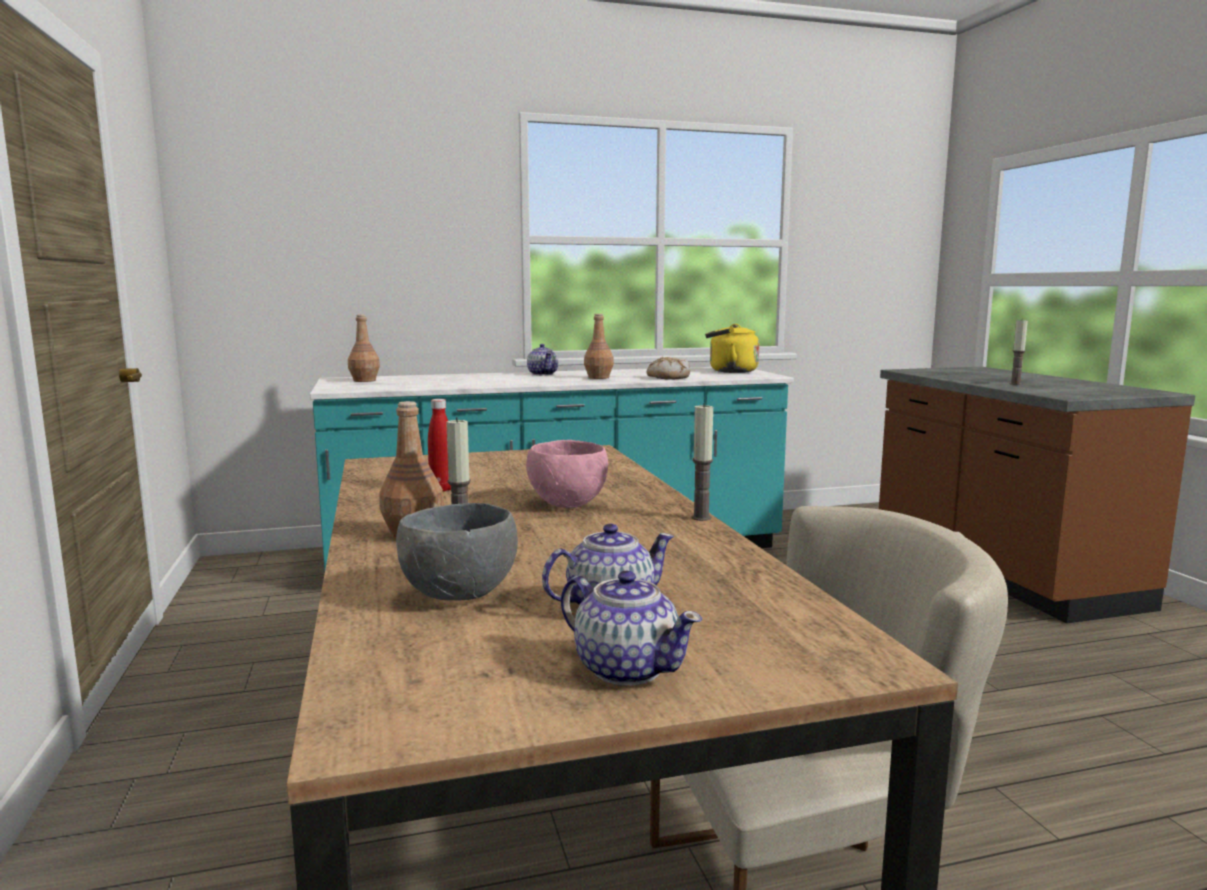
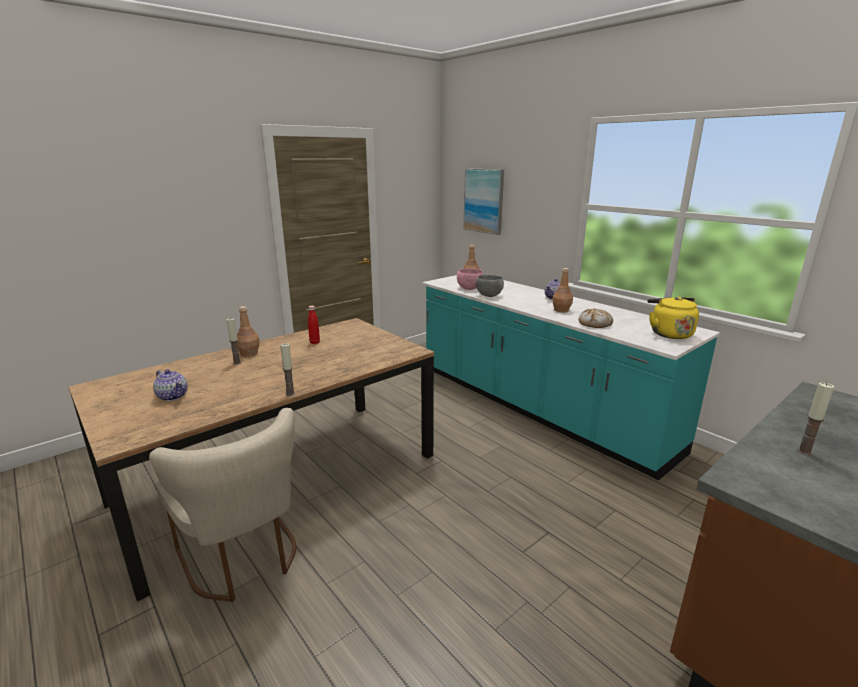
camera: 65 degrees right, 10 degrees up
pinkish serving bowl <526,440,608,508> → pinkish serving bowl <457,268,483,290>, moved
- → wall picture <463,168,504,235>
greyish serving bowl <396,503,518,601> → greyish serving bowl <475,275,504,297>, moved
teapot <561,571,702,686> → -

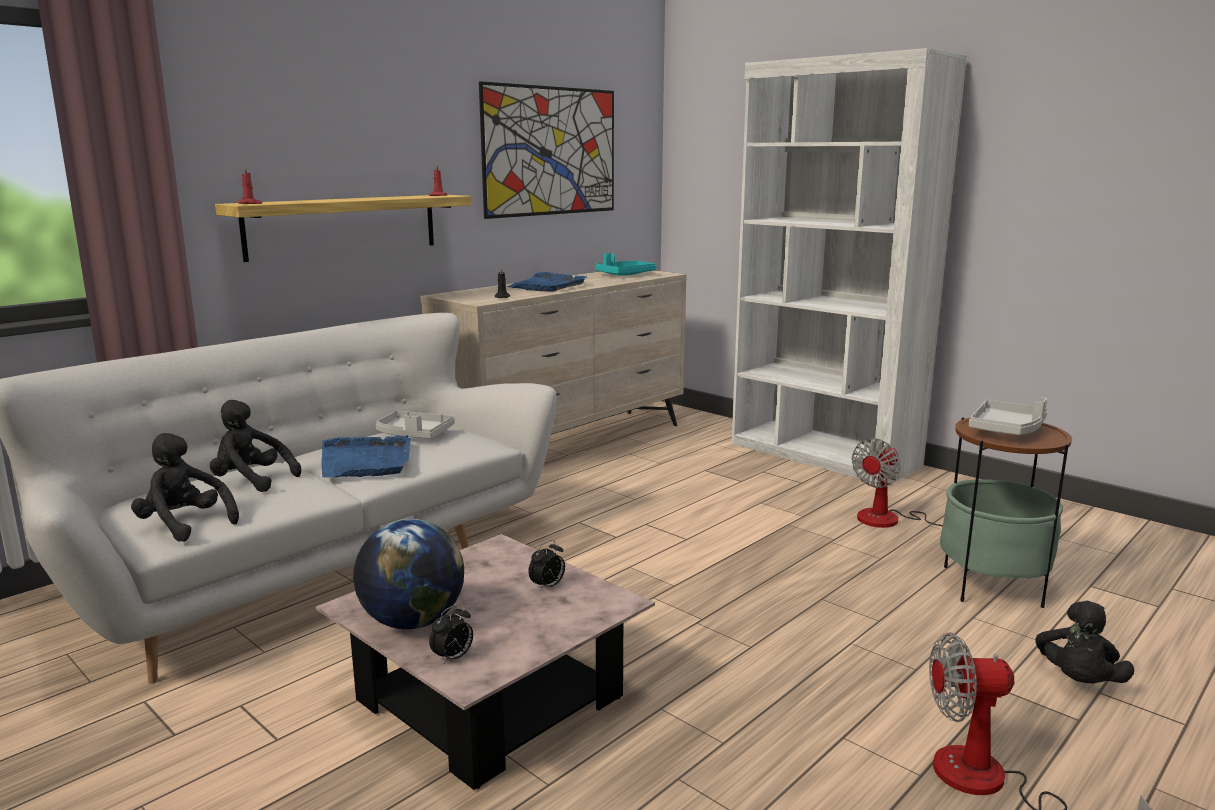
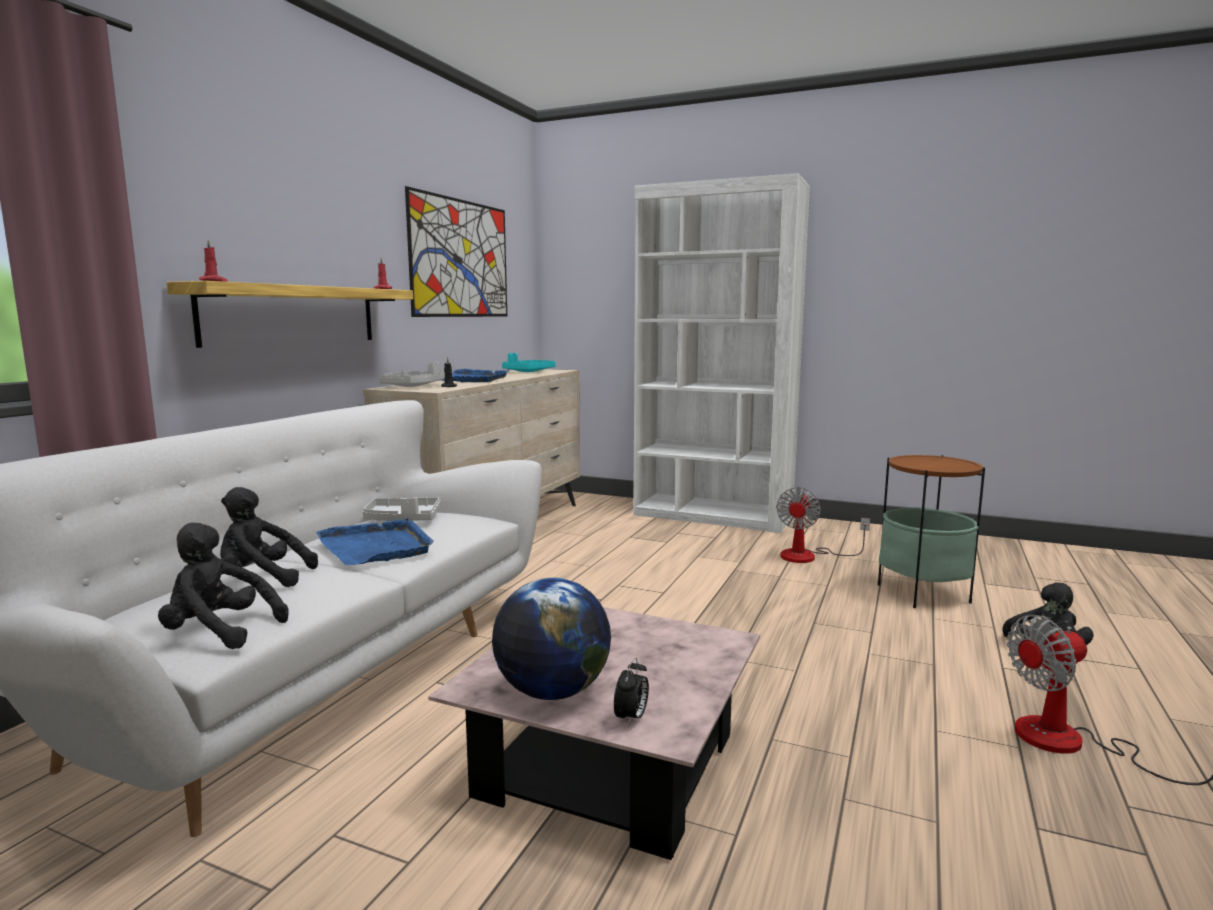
camera: 20 degrees left, 5 degrees down
greyish carrying tray <969,398,1047,435> → greyish carrying tray <379,363,444,387>, moved
table clock <528,540,565,591> → -

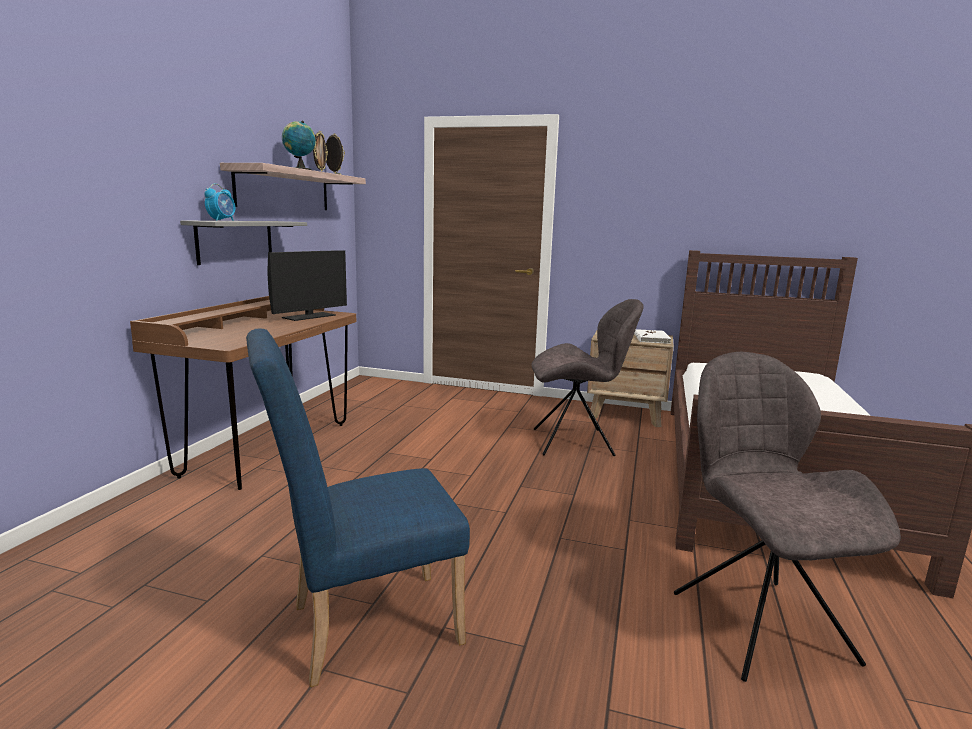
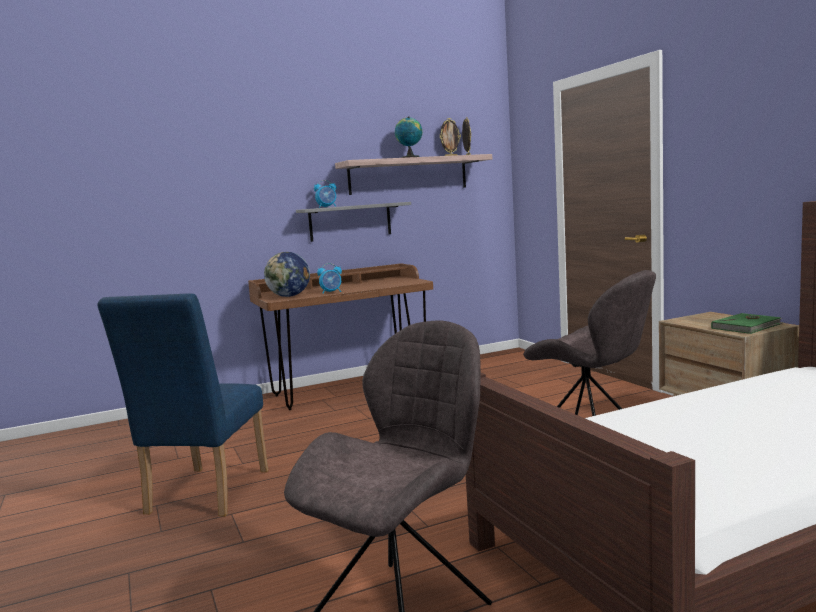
camera: 50 degrees right, 5 degrees down
blue upright chair <246,328,470,687> → blue upright chair <97,293,268,516>, 105 degrees counterclockwise
- → globe <264,252,310,297>
- → table clock <317,263,342,294>
white-coloured volume <634,329,671,344> → green volume <711,313,785,334>
computer display <267,250,347,321> → -

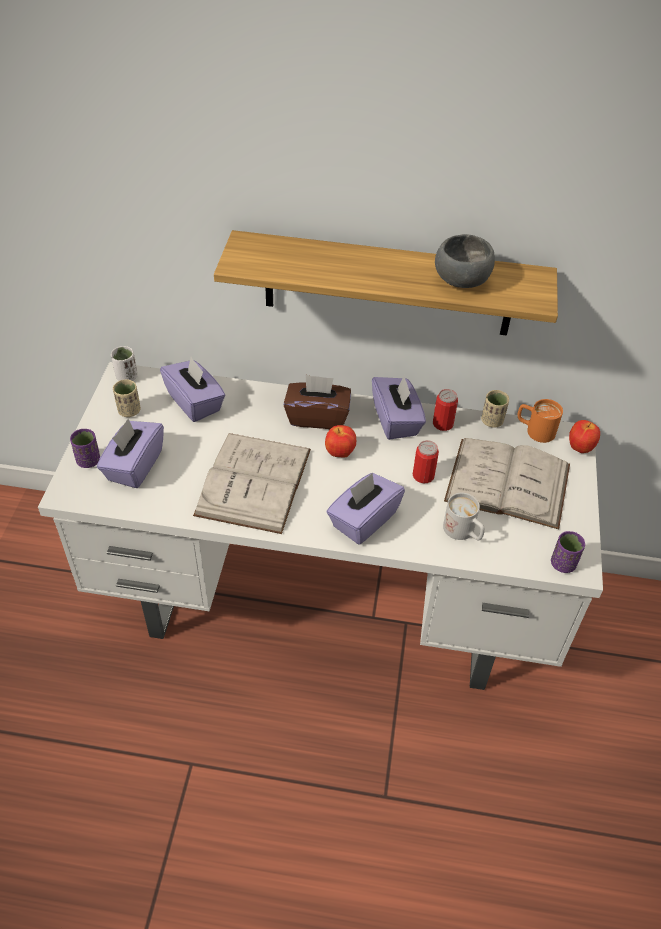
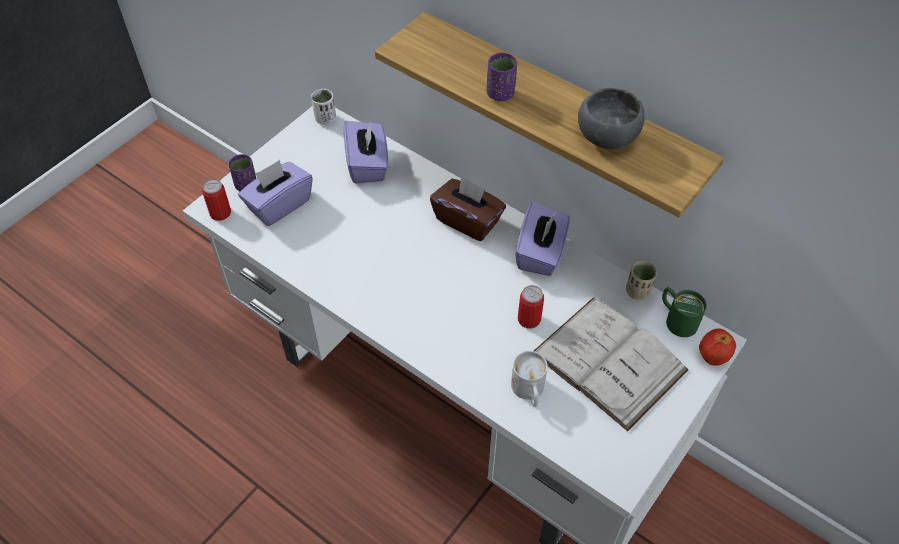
camera: 30 degrees right, 5 degrees up
can <433,389,458,431> → can <202,179,231,221>, moved
purplish small cup <551,531,585,573> → purplish small cup <486,53,517,101>, moved
orange-coloured tea mug <518,399,563,443> → green tea mug <662,287,707,337>
sand-coloured small cup <113,379,141,417> → -
white-coloured volume <193,433,311,534> → -
apple fruit <325,425,356,457> → -
purplish box of tissues <326,473,405,545> → -

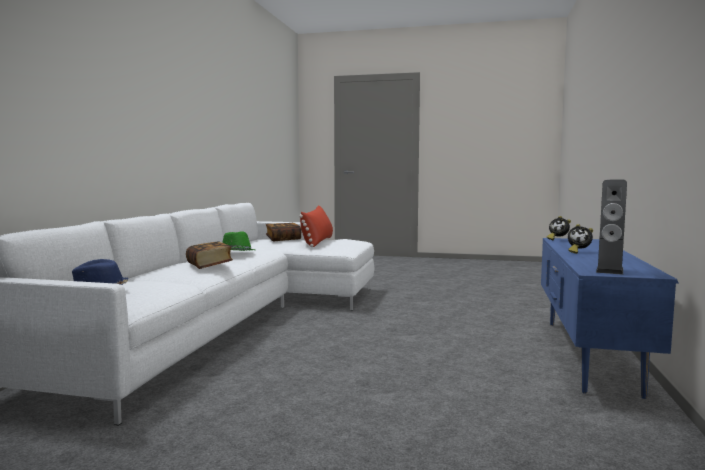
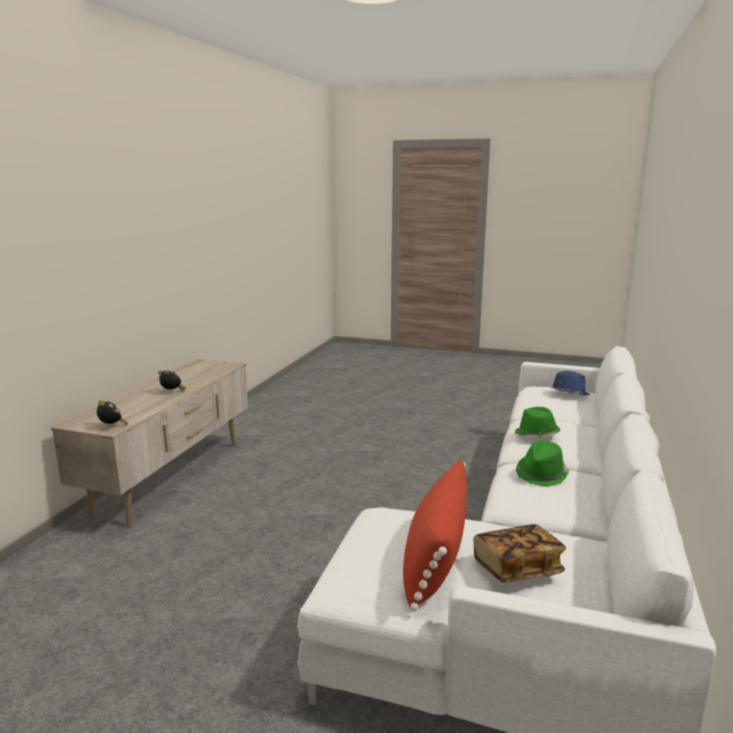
camera: 175 degrees left, 10 degrees up
blue media console <541,238,679,399> → sand-coloured media console <51,359,248,527>
volume <186,241,233,269> → green clothing hat <515,407,560,437>
loudspeaker <596,179,627,275> → -

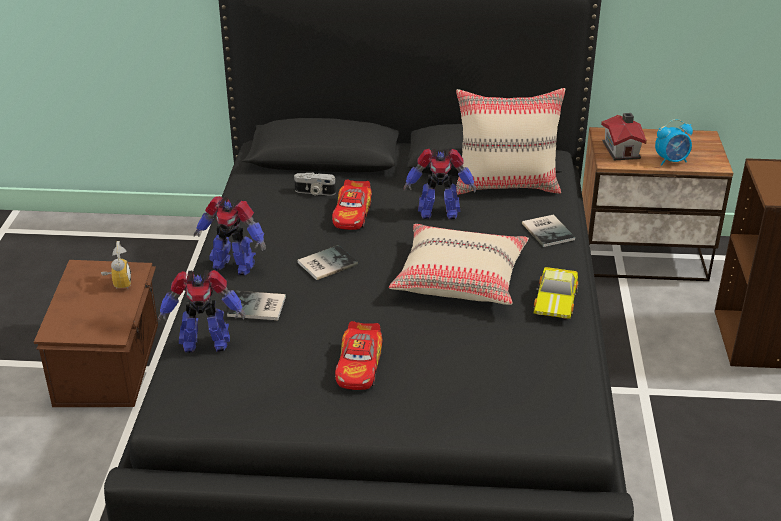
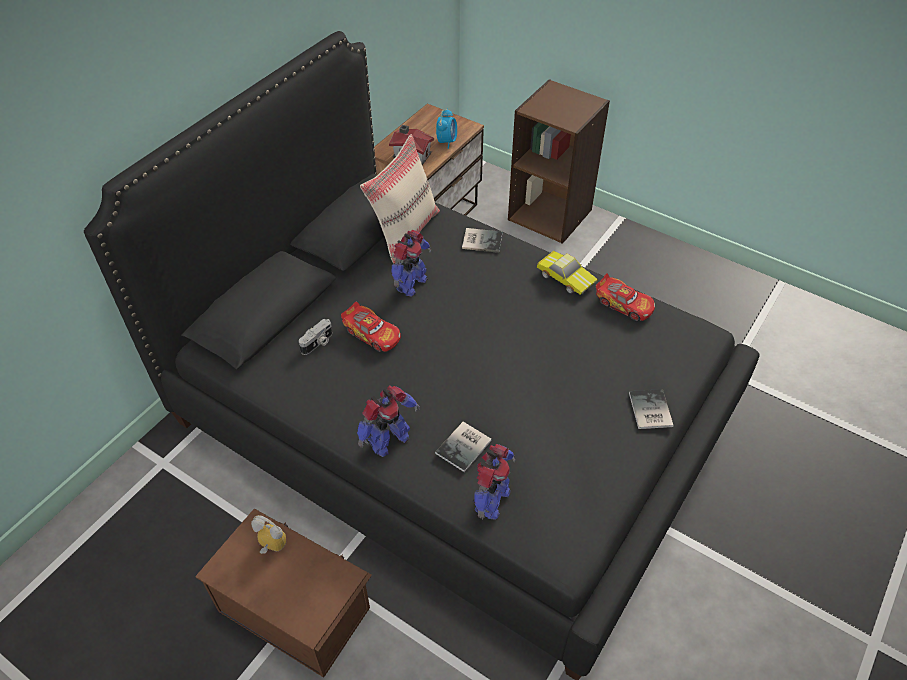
camera: 60 degrees left, 15 degrees up
model car <335,321,383,390> → model car <596,273,655,321>, moved
volume <298,245,358,280> → volume <629,389,674,429>, moved
sand-coloured pillow <389,224,529,305> → -

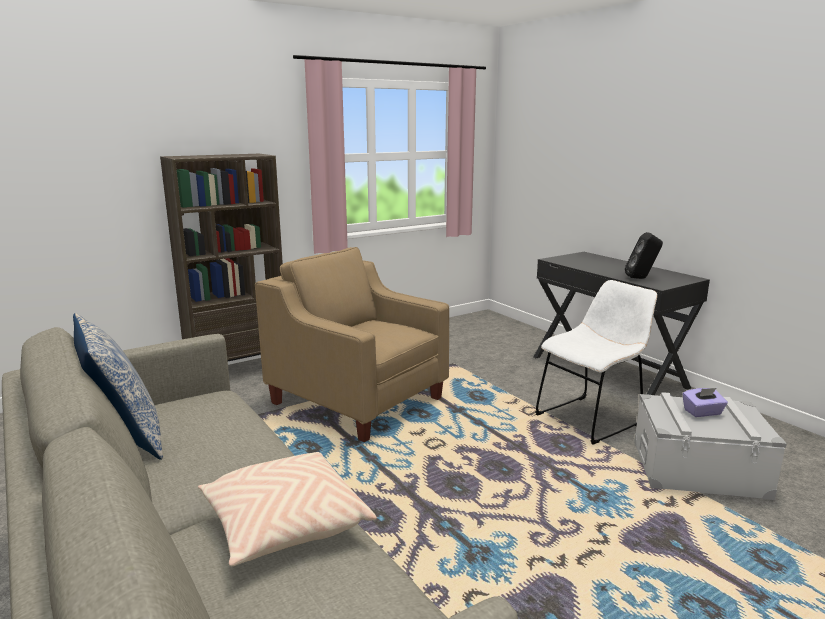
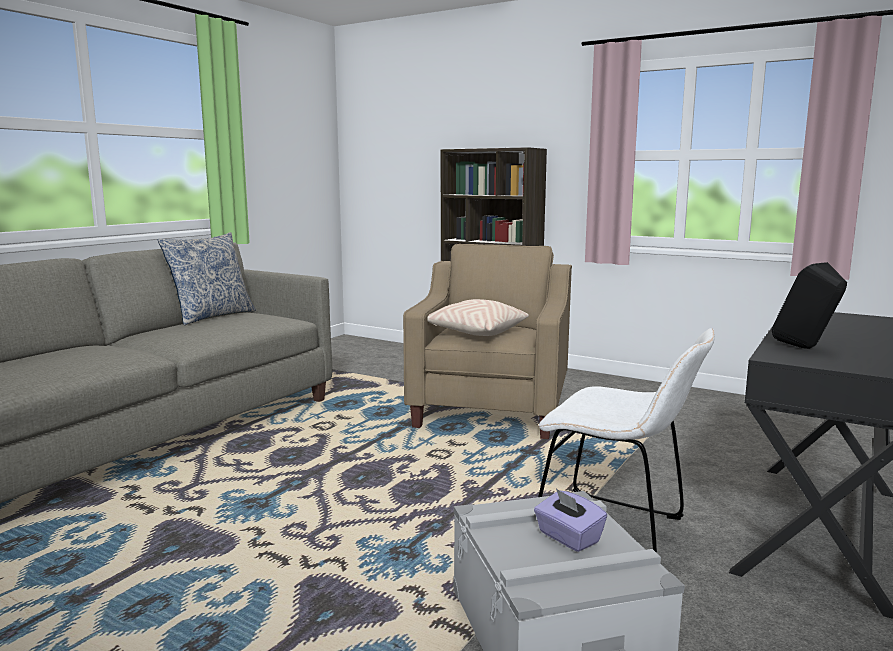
camera: 65 degrees right, 5 degrees down
sand-coloured pillow <198,452,377,566> → sand-coloured pillow <427,299,529,336>, moved

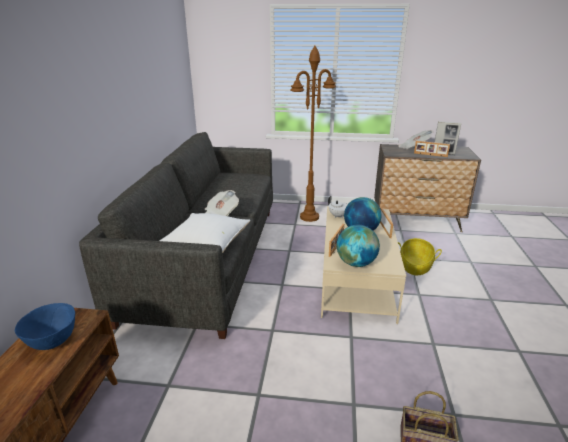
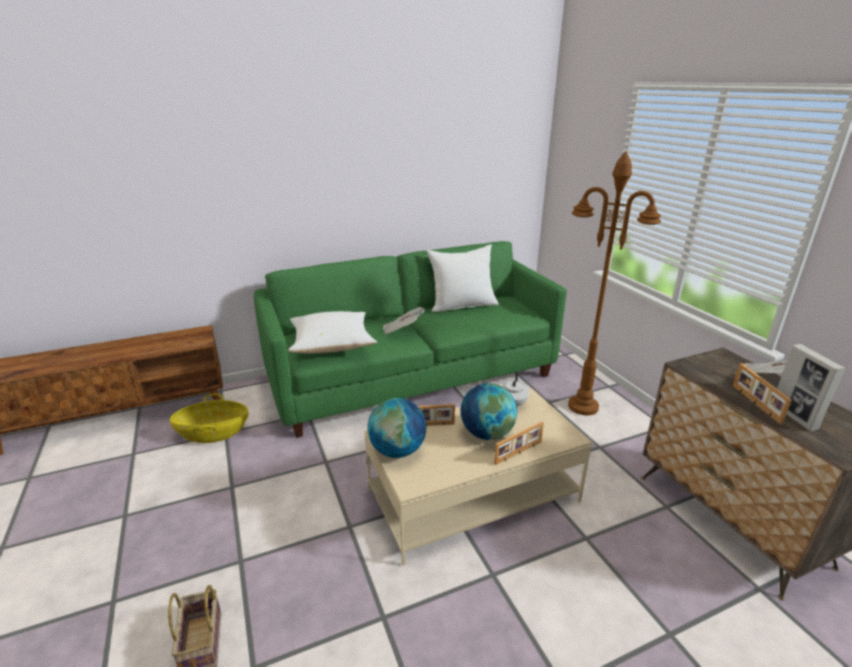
camera: 60 degrees right, 0 degrees up
household basket <398,238,442,275> → household basket <170,393,248,443>, moved
greyish couch <79,132,273,339> → green couch <254,241,567,438>
- → white-coloured pillow <426,244,499,312>
blue serving bowl <15,303,75,350> → -

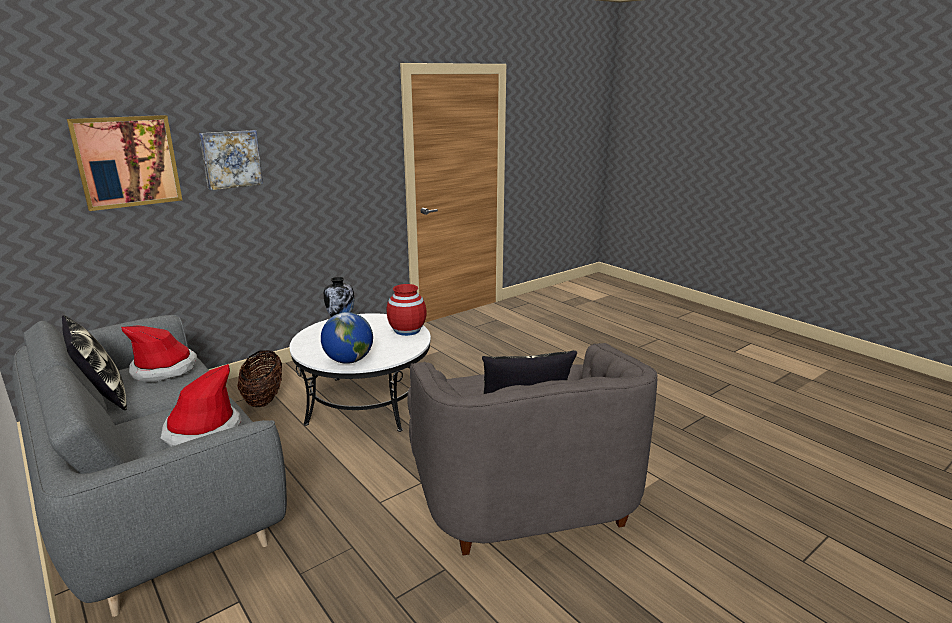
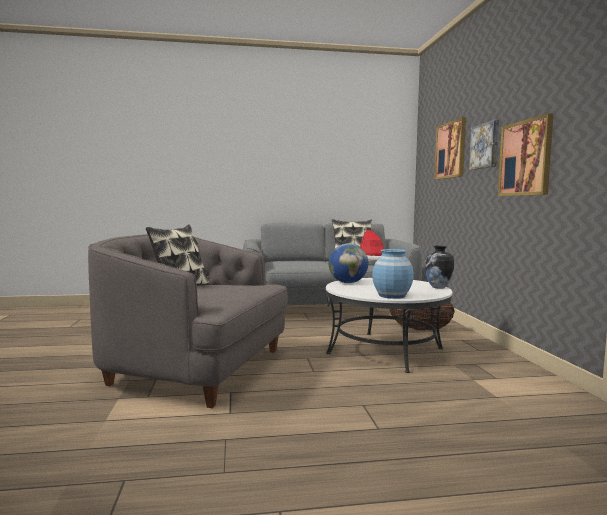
camera: 120 degrees right, 15 degrees down
reddish vase <387,284,427,336> → blue vase <372,249,414,299>
- → wall picture <498,113,553,196>
clothing hat <161,364,242,447> → -

